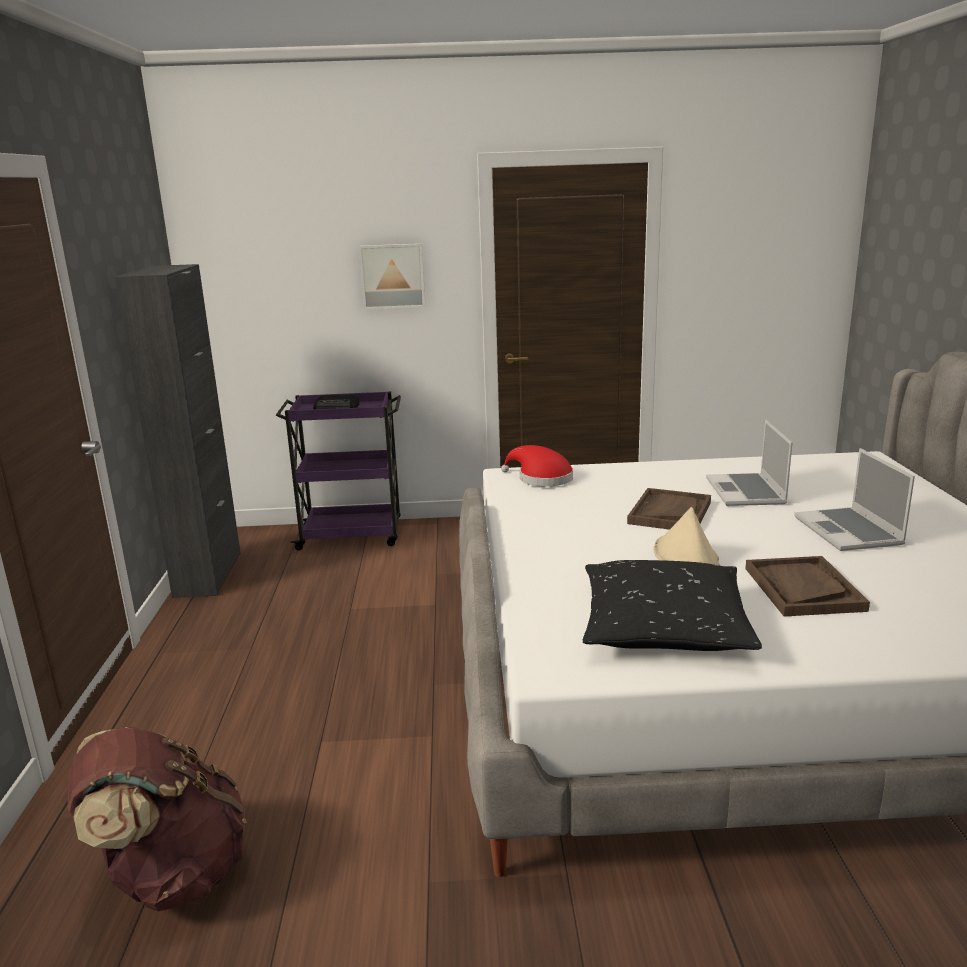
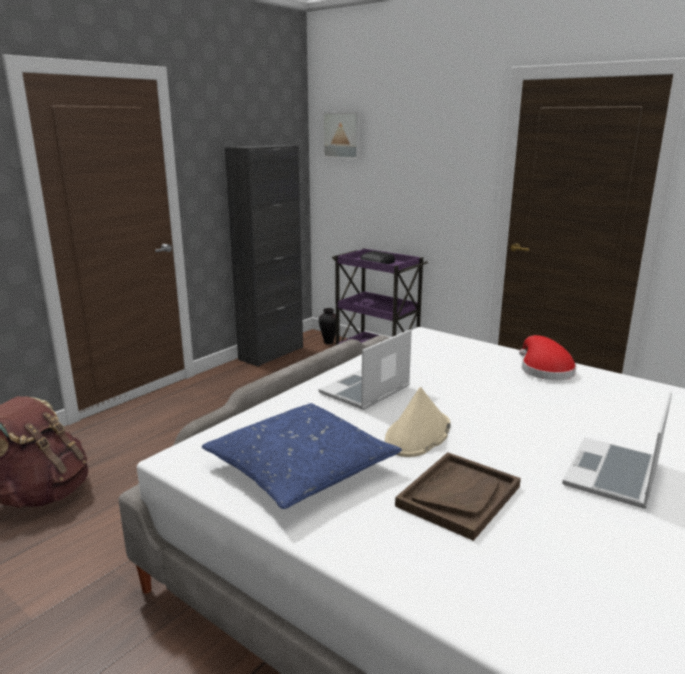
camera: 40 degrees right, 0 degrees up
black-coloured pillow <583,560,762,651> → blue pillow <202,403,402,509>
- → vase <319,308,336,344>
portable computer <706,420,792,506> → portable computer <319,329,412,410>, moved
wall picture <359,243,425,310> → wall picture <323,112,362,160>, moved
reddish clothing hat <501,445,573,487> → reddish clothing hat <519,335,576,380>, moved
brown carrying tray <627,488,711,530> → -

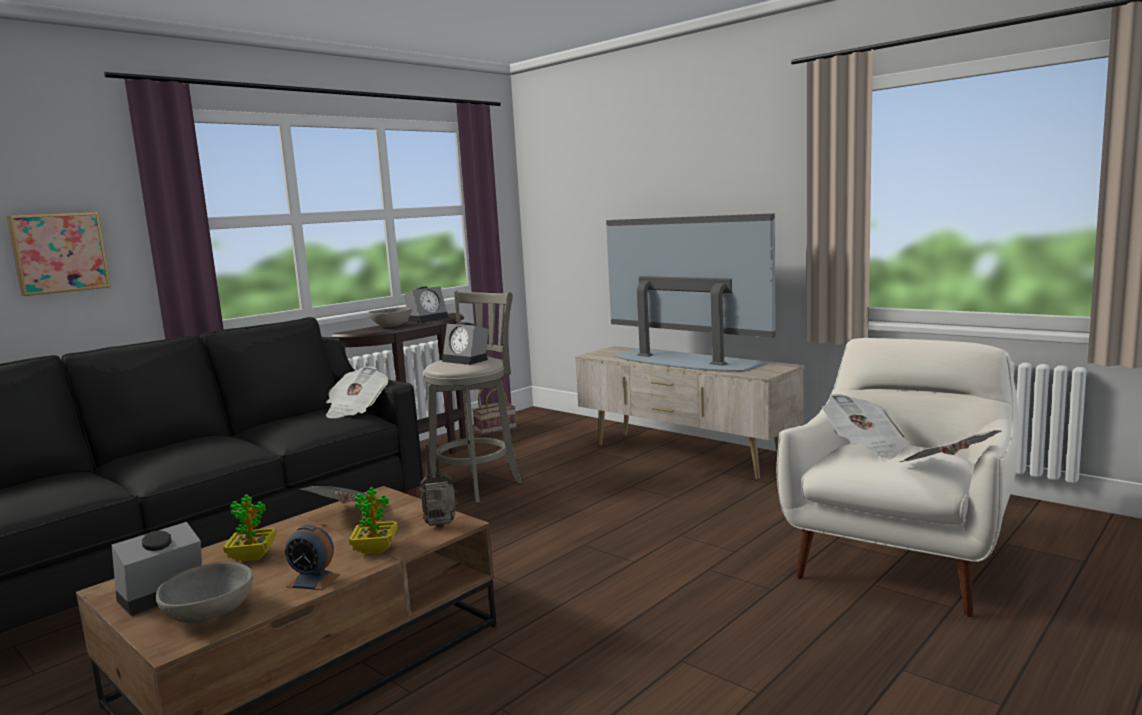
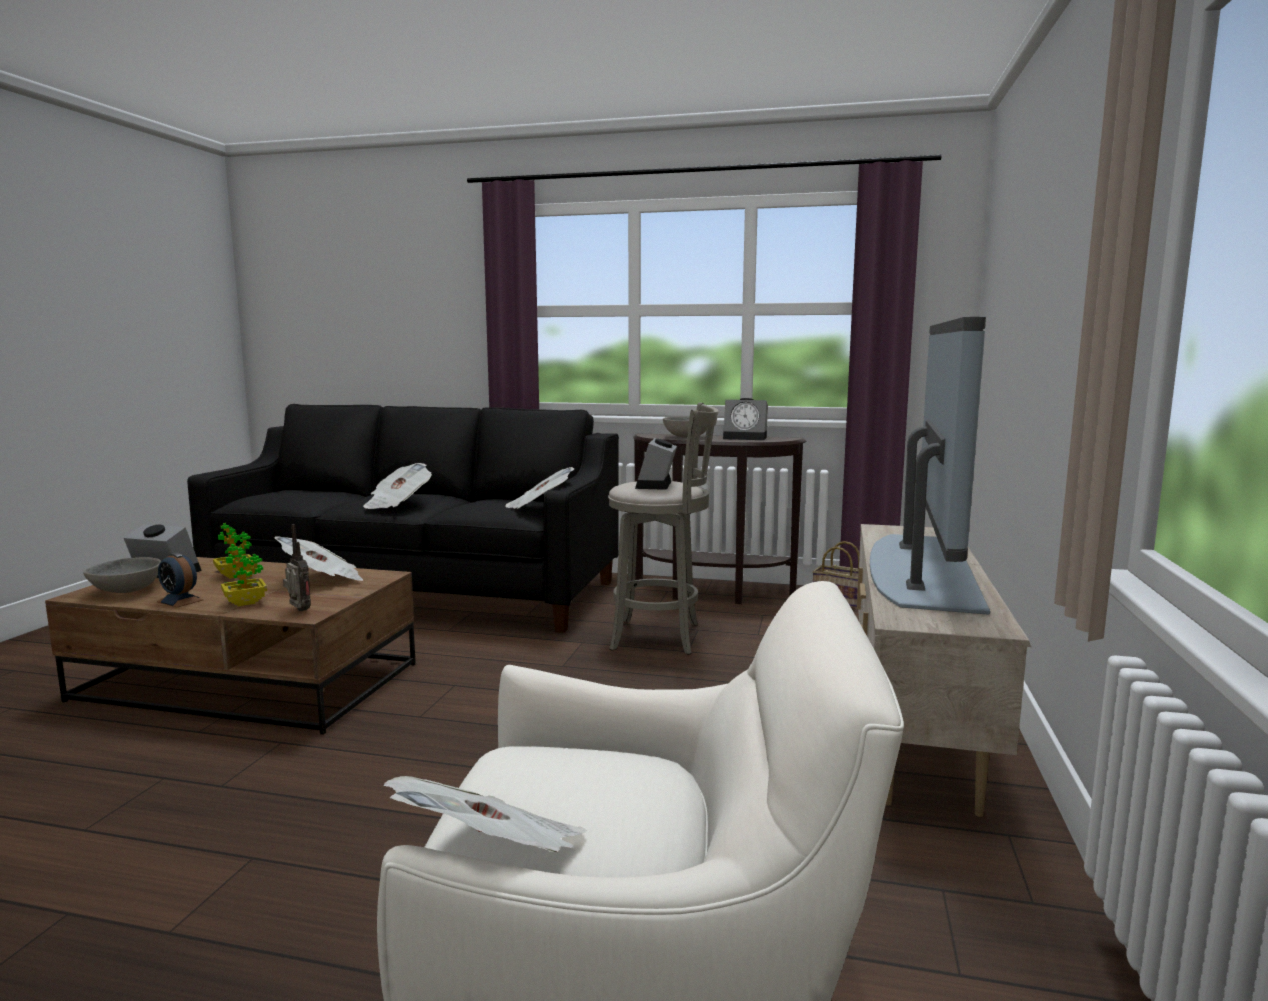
camera: 60 degrees right, 0 degrees up
table clock <285,525,340,590> → table clock <157,553,203,607>, 45 degrees counterclockwise
newspaper <823,394,910,460> → newspaper <363,463,432,509>, moved
wall picture <6,212,111,296> → -

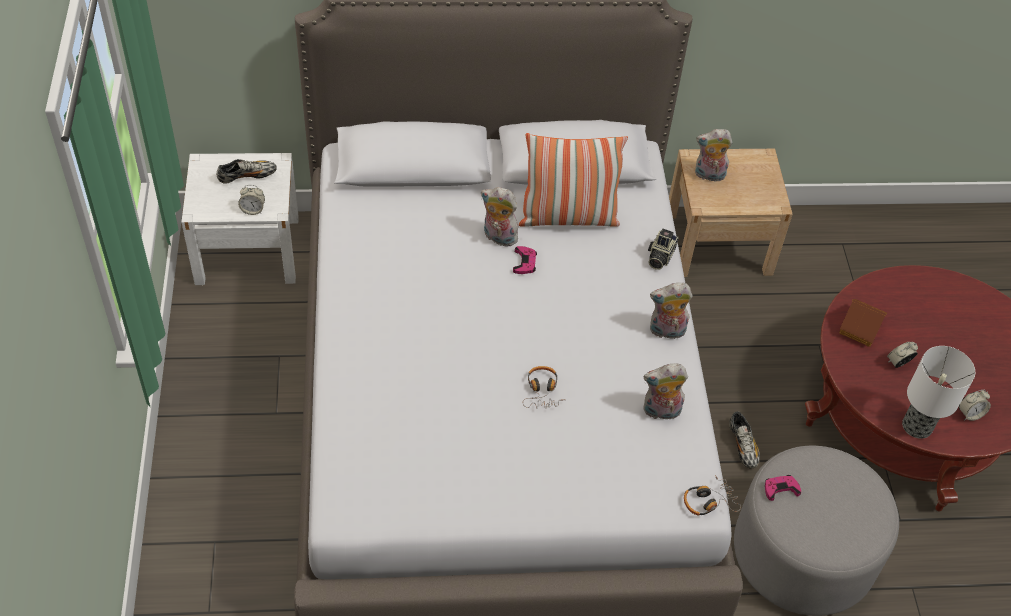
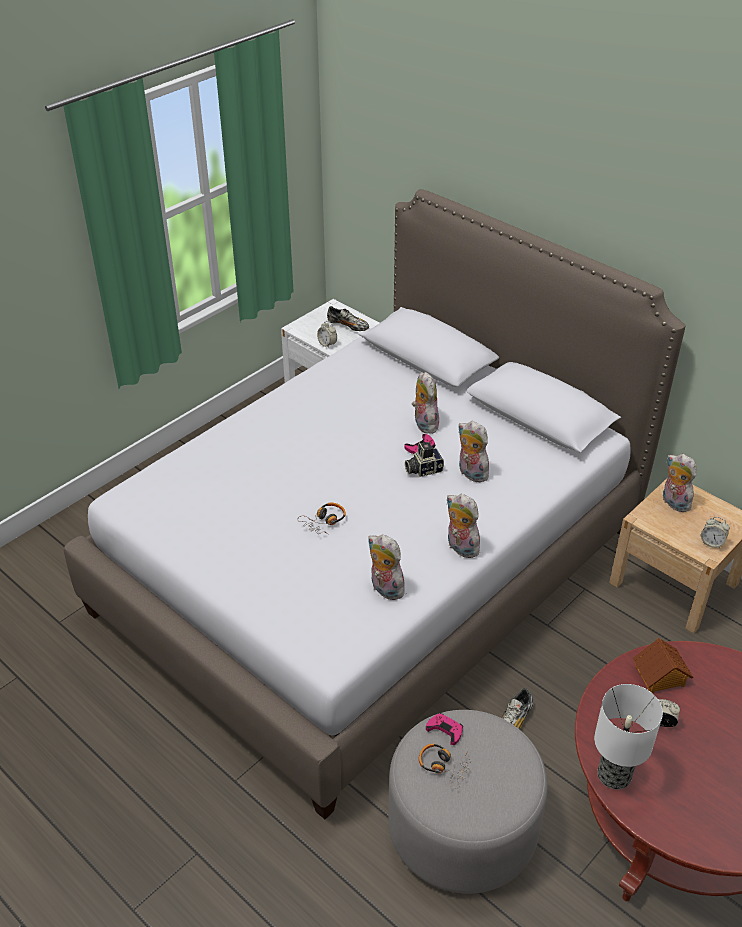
camera: 50 degrees right, 10 degrees down
still camera <648,229,679,270> → still camera <405,442,444,477>, moved
headphones <684,475,741,516> → headphones <419,743,471,788>, moved
- → cuddly toy <458,421,490,483>
table clock <959,390,991,421> → table clock <701,517,730,549>, moved
pillow <519,133,628,227> → -

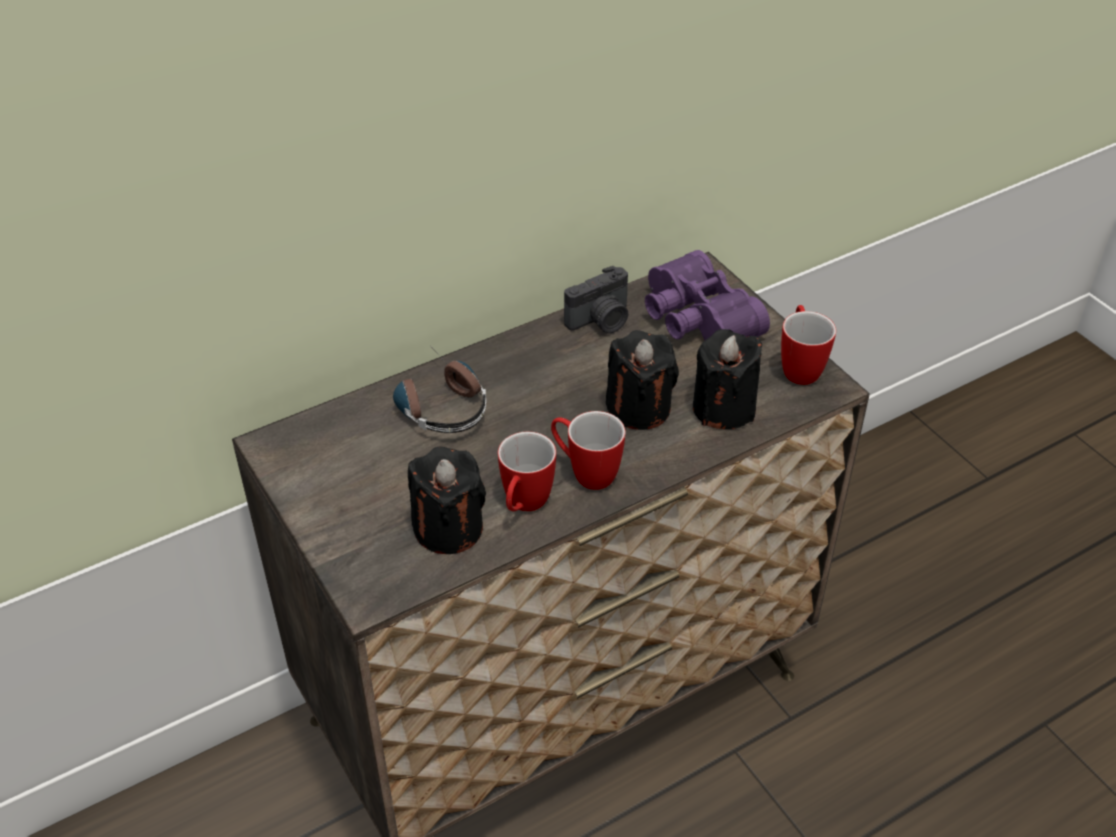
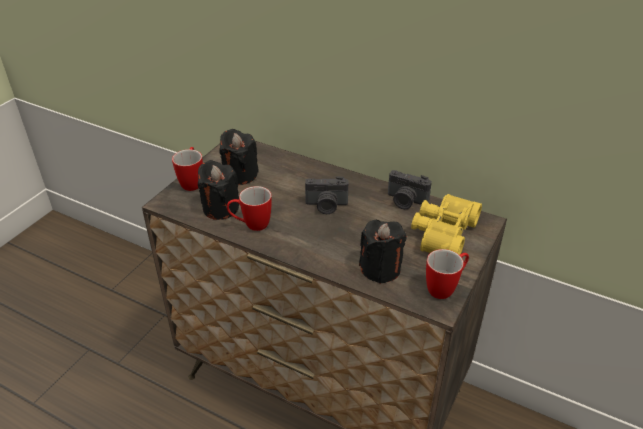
camera: 60 degrees right, 5 degrees down
tea mug <551,411,625,490> → tea mug <172,147,203,191>, moved
black-coloured candle <606,330,679,430> → black-coloured candle <219,129,259,185>, moved
- → still camera <305,176,348,214>
purplish binoculars <645,250,770,340> → yellowish binoculars <411,194,482,255>
headphones <393,353,486,433> → -

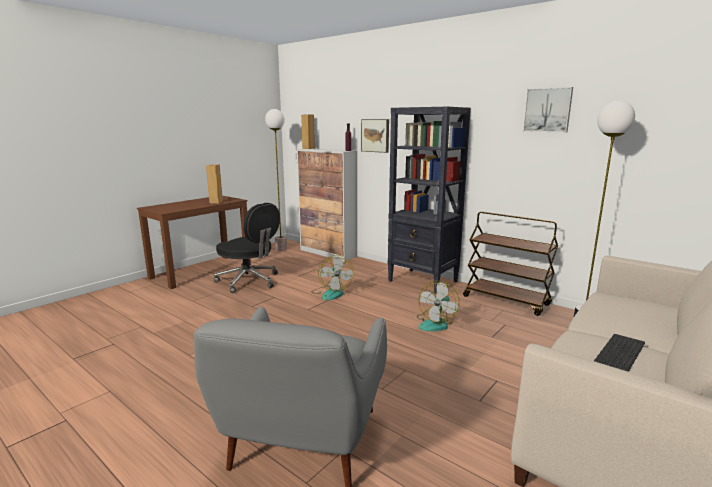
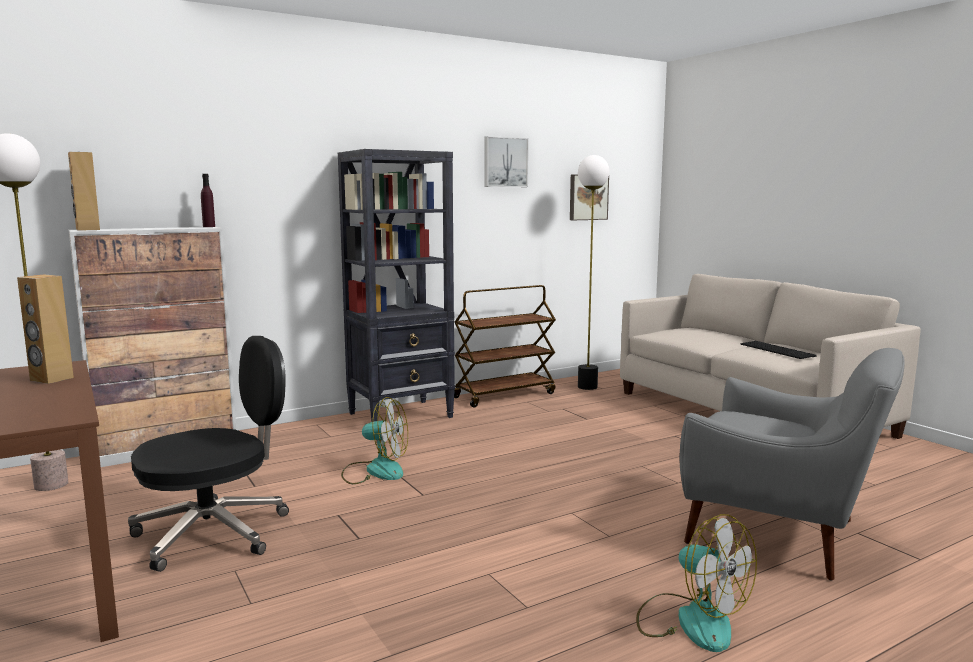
camera: 70 degrees left, 5 degrees down
wall picture <361,119,389,153> → wall picture <570,174,609,220>, moved
electric fan <417,281,460,331> → electric fan <636,514,757,652>, moved

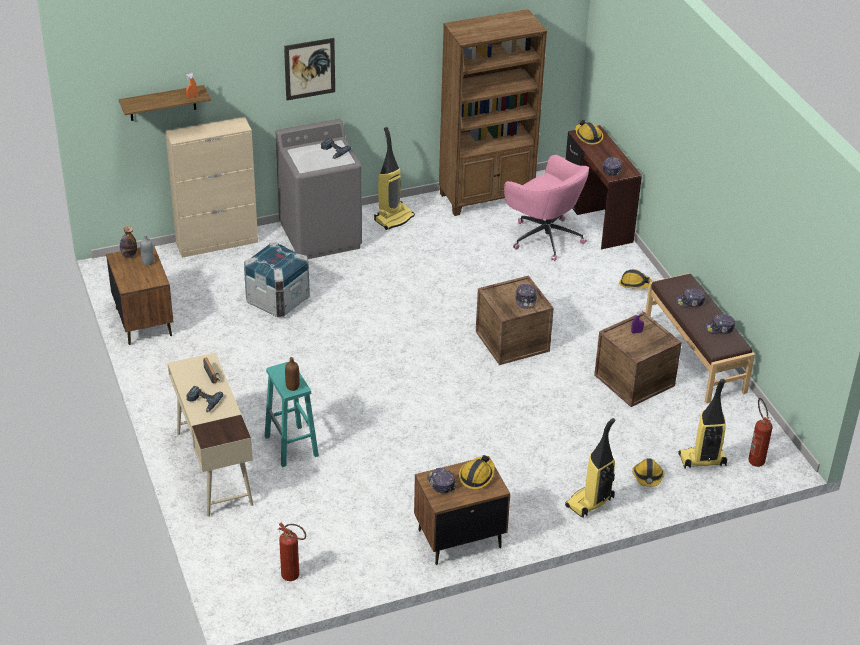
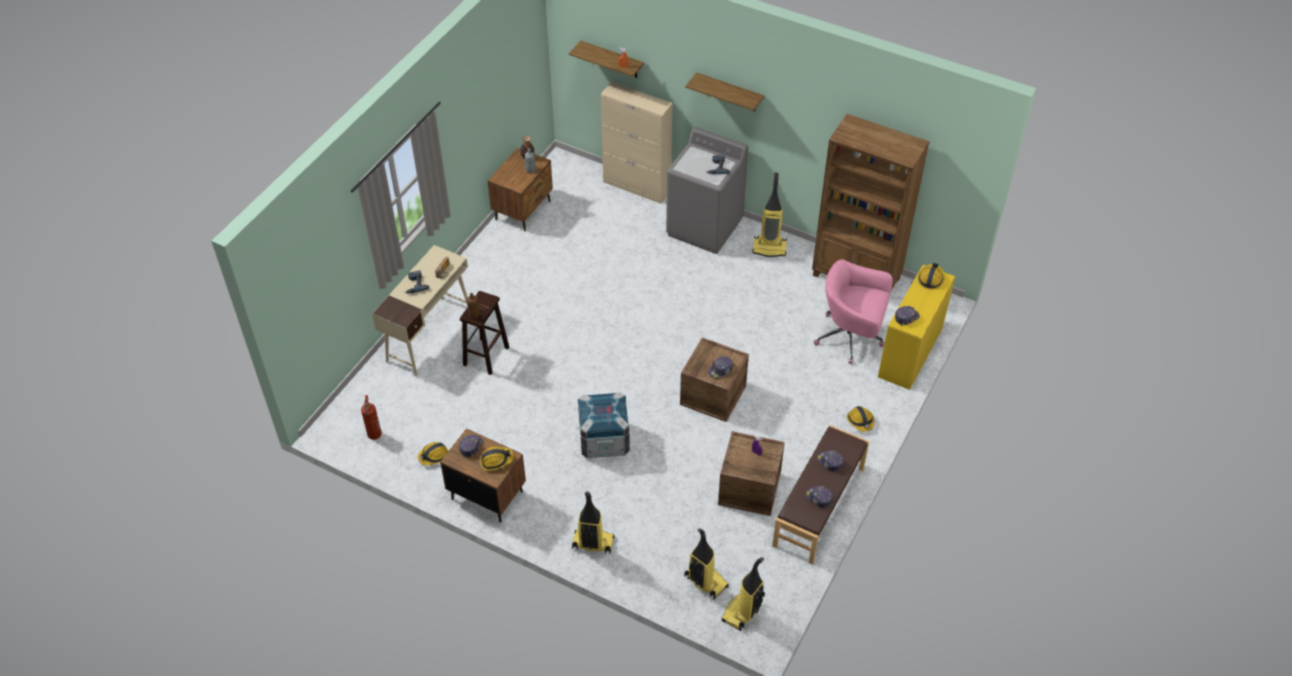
camera: 50 degrees right, 10 degrees up
work helmet <632,458,664,487> → work helmet <417,442,449,465>, moved
turquoise-coloured stool seat <265,361,319,467> → brown stool seat <460,291,509,375>
shipping crate <244,242,310,317> → shipping crate <578,392,630,459>, moved
wall picture <284,38,335,100> → bracket shelf <685,72,765,111>
fire extinguisher <748,398,772,467> → vacuum cleaner <721,557,765,631>
pinkish desk chair <504,155,589,261> → pinkish desk chair <814,259,893,365>, 105 degrees clockwise
brown desk table <566,125,642,249> → yellowish desk table <878,265,955,390>

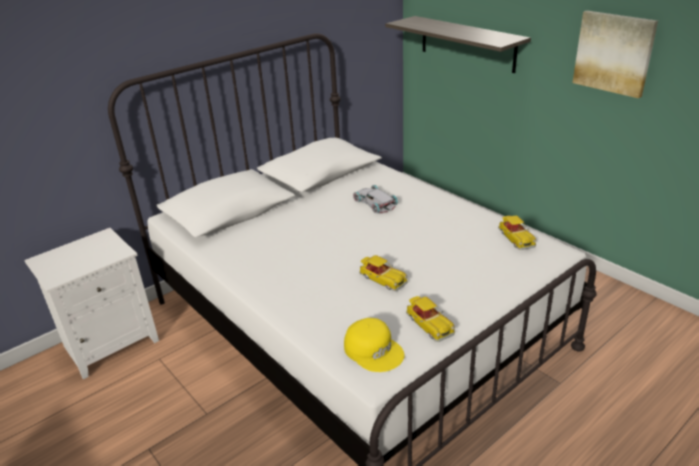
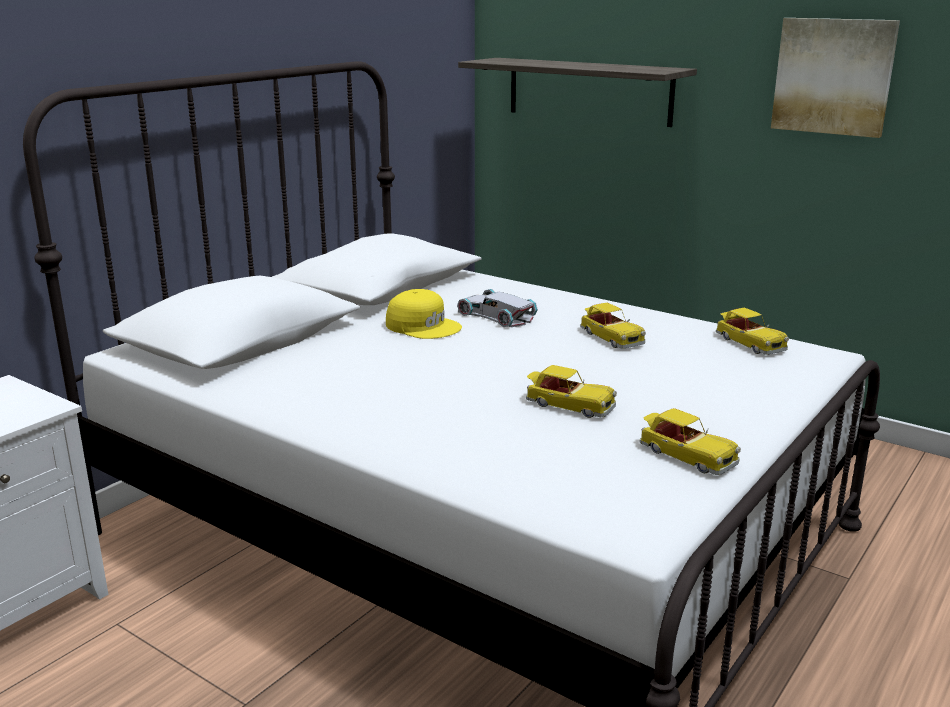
camera: 15 degrees left, 10 degrees down
yellowish cap <344,318,404,372> → yellowish cap <386,289,462,339>, moved
- → model car <580,303,646,348>

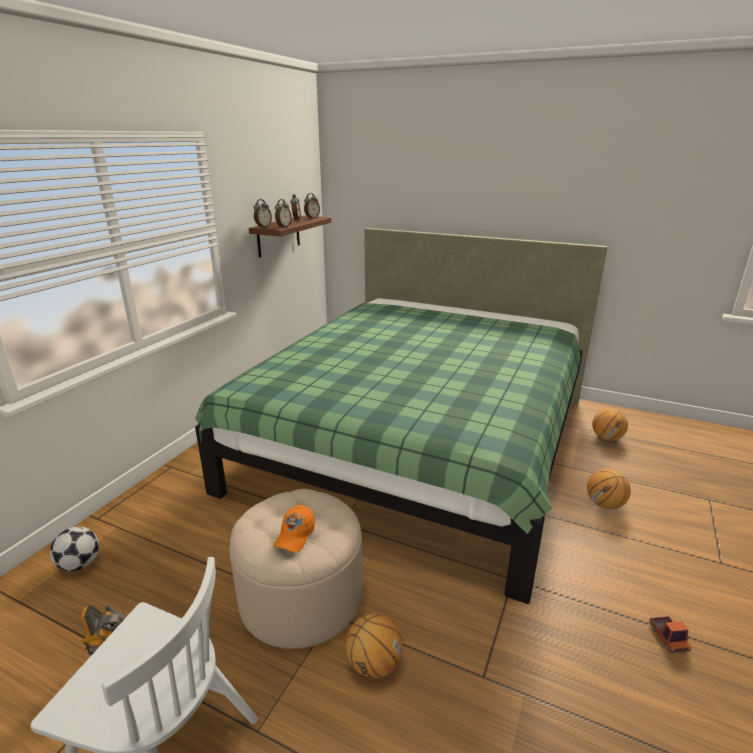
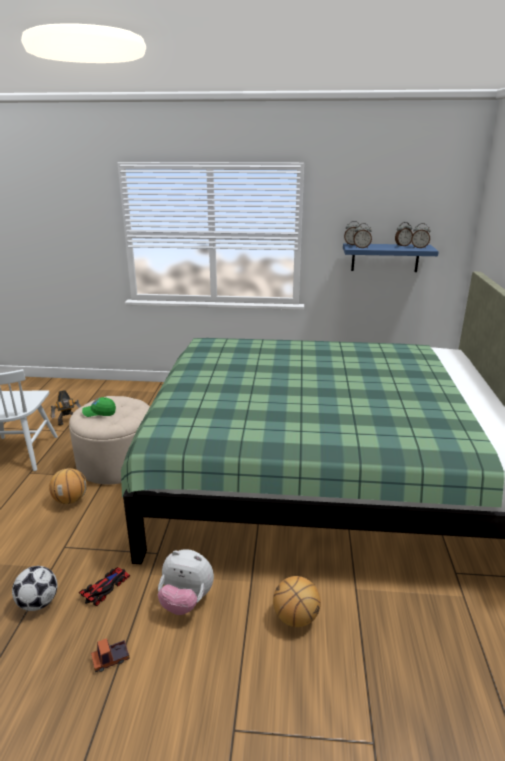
camera: 70 degrees right, 0 degrees up
ball for football <50,527,99,571> → ball for football <12,566,57,611>, moved
- → model car <79,567,130,606>
orange-coloured cap <273,505,315,552> → green cap <82,397,116,417>
- → cuddly toy <158,549,214,615>
brown bracket shelf <249,215,331,258> → blue bracket shelf <343,243,439,272>
ball for basketball <592,408,628,441> → -

